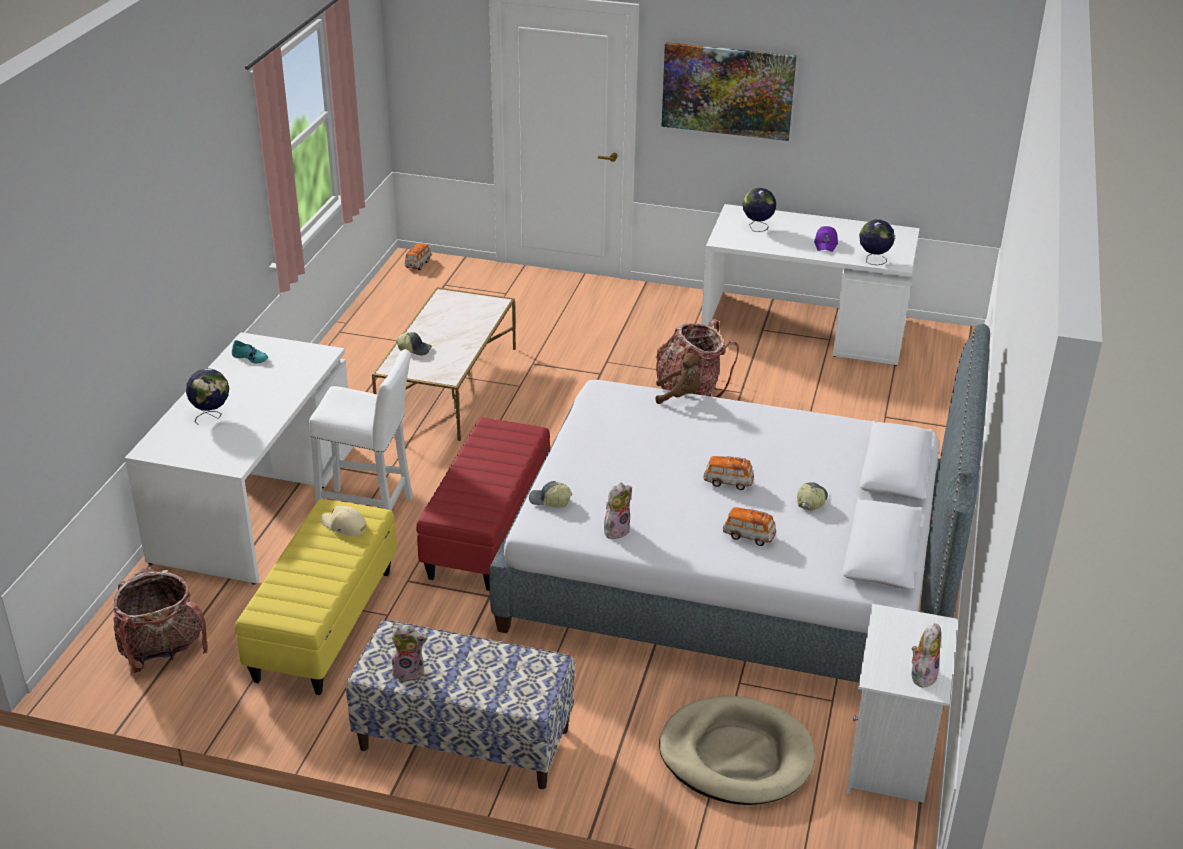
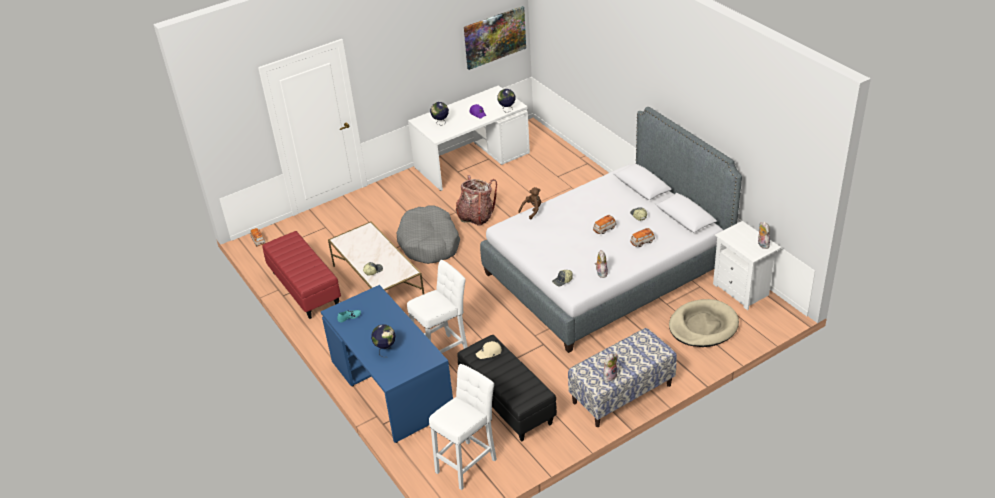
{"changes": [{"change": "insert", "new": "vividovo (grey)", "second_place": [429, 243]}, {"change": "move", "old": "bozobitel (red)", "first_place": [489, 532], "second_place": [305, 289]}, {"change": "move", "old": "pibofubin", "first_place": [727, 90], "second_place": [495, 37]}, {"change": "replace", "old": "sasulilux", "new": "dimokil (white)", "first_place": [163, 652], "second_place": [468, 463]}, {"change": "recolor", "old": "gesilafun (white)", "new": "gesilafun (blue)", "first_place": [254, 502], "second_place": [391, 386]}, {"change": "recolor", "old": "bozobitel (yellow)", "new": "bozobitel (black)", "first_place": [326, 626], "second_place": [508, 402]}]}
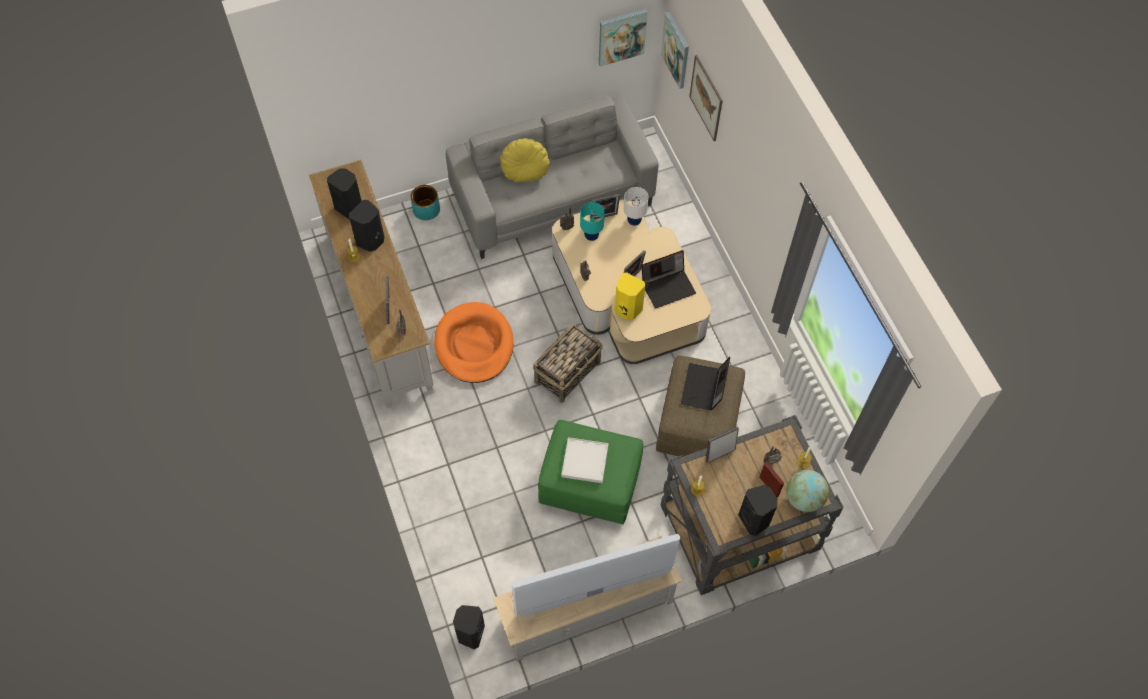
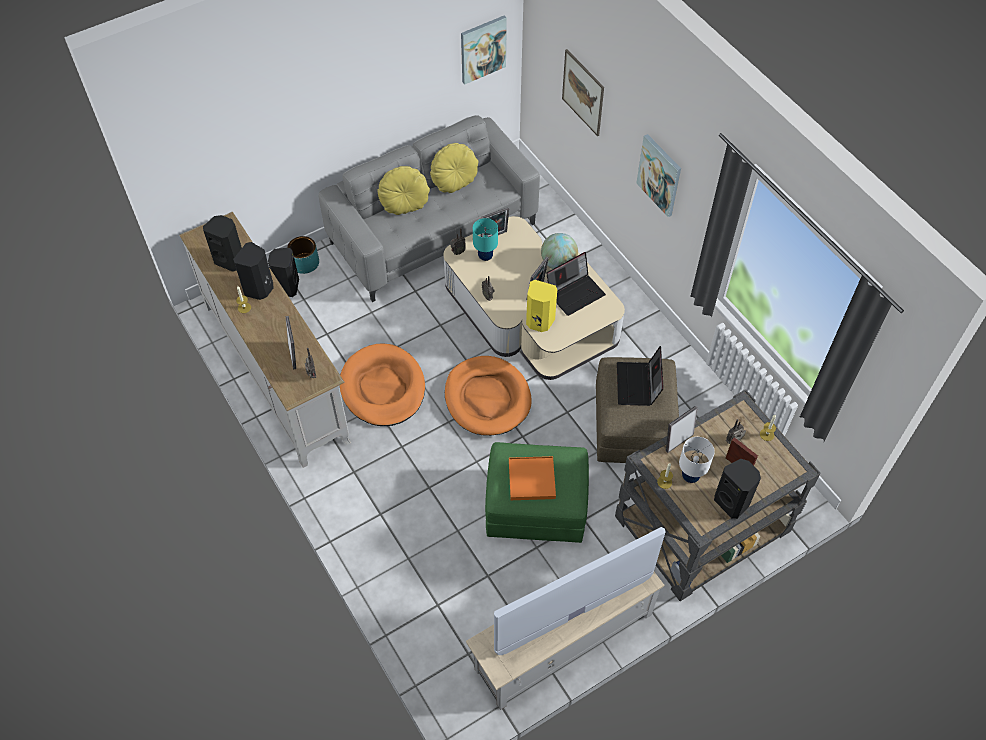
{"changes": [{"change": "insert", "new": "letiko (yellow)", "second_place": [454, 183]}, {"change": "move", "old": "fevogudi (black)", "first_place": [470, 633], "second_place": [287, 287]}, {"change": "move", "old": "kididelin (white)", "first_place": [633, 221], "second_place": [689, 477]}, {"change": "move", "old": "pibofubin", "first_place": [676, 50], "second_place": [659, 175]}, {"change": "move", "old": "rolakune", "first_place": [803, 498], "second_place": [558, 263]}, {"change": "replace", "old": "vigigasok", "new": "vividovo (orange)", "first_place": [568, 371], "second_place": [487, 398]}, {"change": "recolor", "old": "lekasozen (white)", "new": "lekasozen (orange)", "first_place": [584, 461], "second_place": [531, 479]}]}
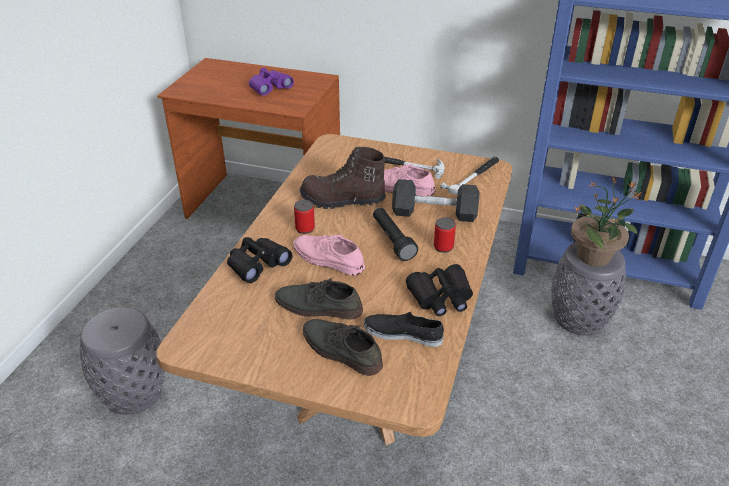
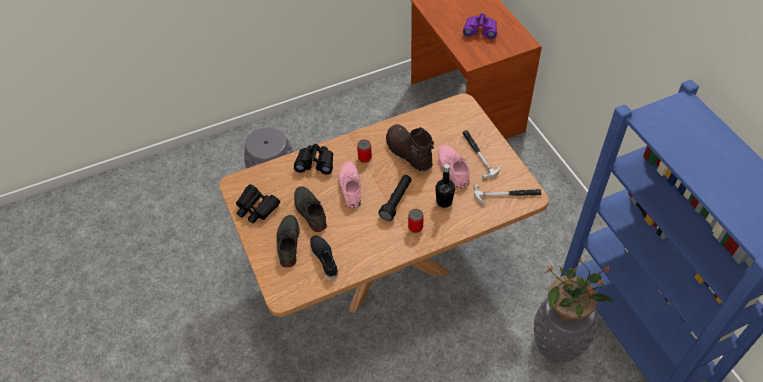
{"changes": [{"change": "move", "old": "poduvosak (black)", "first_place": [440, 297], "second_place": [256, 208]}, {"change": "replace", "old": "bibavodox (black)", "new": "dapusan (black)", "first_place": [434, 213], "second_place": [444, 201]}]}
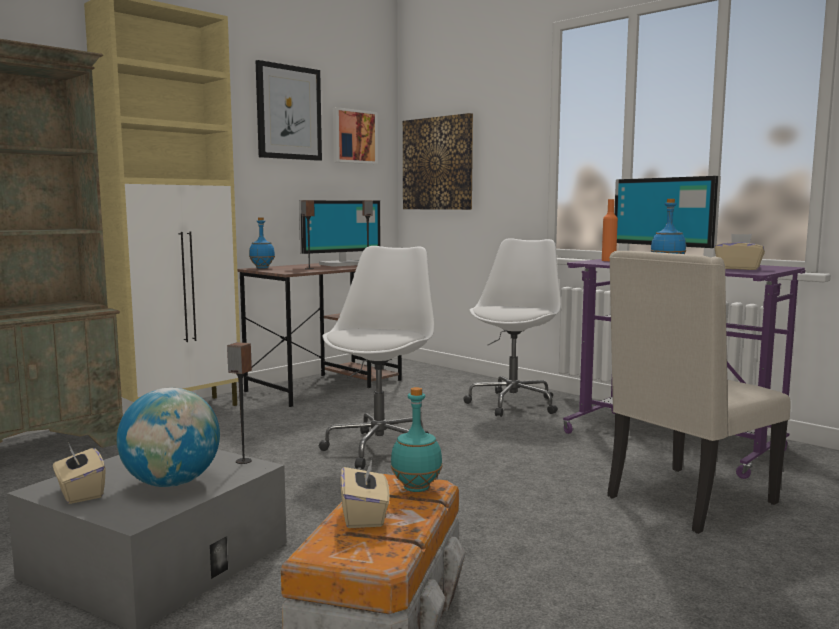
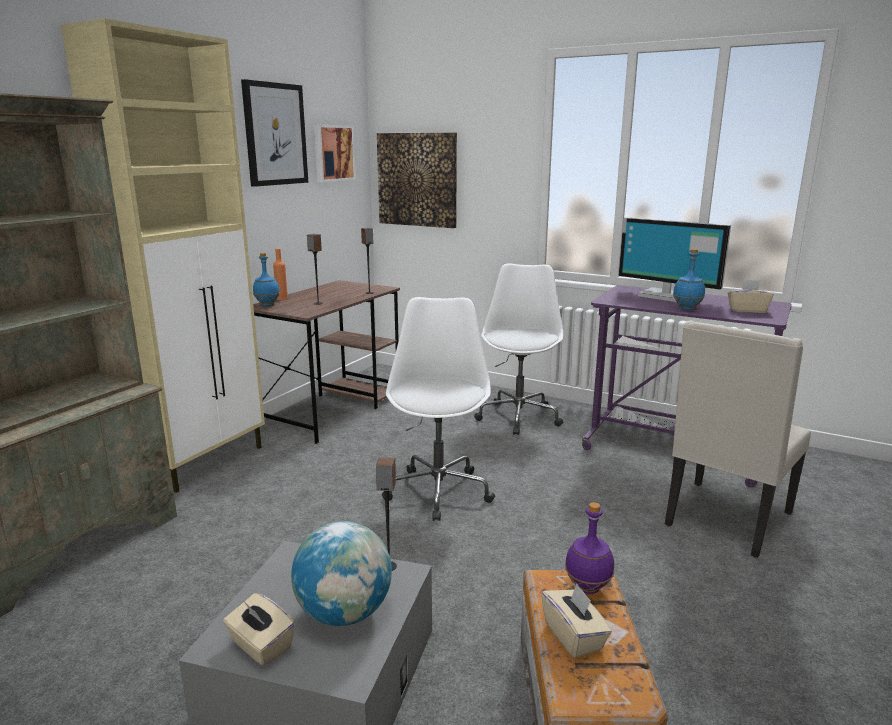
{"changes": [{"change": "delete", "old": "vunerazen", "first_place": [341, 264]}, {"change": "move", "old": "dapusan (orange)", "first_place": [608, 260], "second_place": [282, 298]}, {"change": "recolor", "old": "dapusan (turquoise)", "new": "dapusan (purple)", "first_place": [415, 488], "second_place": [587, 587]}]}
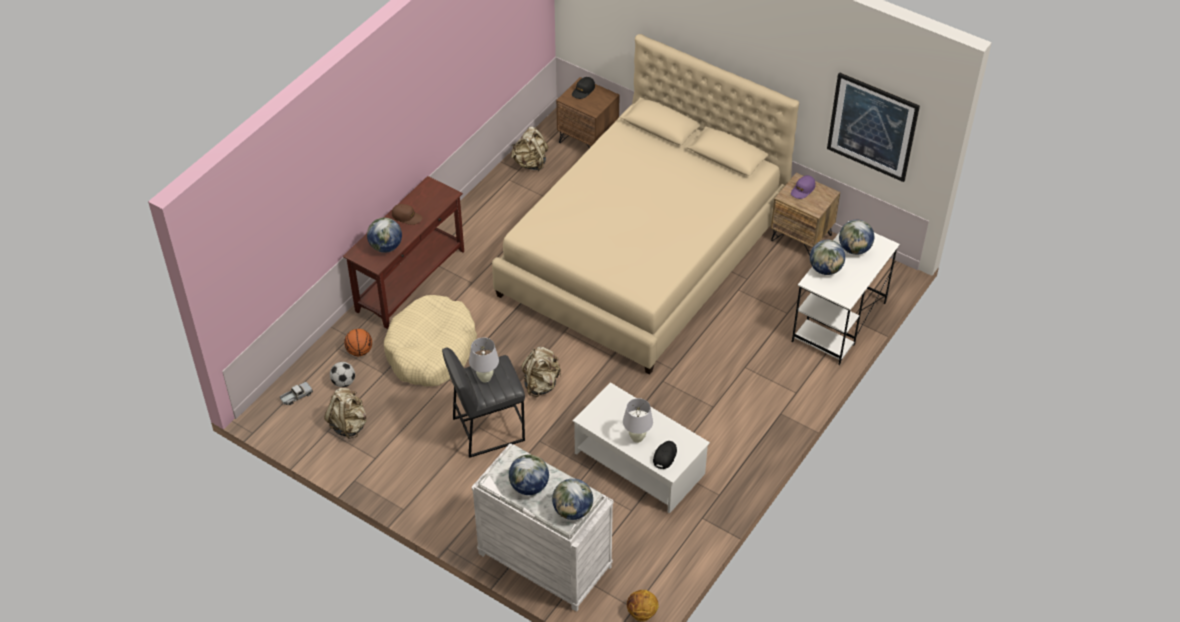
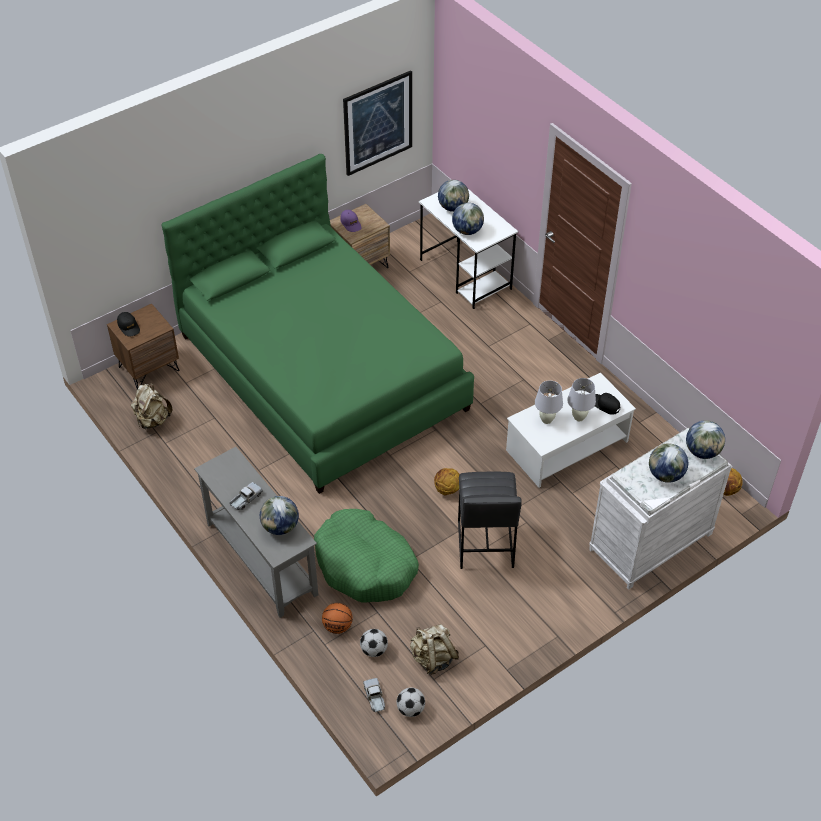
{"changes": [{"change": "insert", "new": "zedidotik", "second_place": [410, 709]}, {"change": "move", "old": "kididelin (white)", "first_place": [485, 378], "second_place": [546, 420]}, {"change": "replace", "old": "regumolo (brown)", "new": "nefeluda", "first_place": [407, 217], "second_place": [246, 499]}, {"change": "replace", "old": "sasulilux (beige)", "new": "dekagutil", "first_place": [541, 384], "second_place": [447, 489]}, {"change": "recolor", "old": "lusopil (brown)", "new": "lusopil (grey)", "first_place": [410, 280], "second_place": [261, 559]}, {"change": "recolor", "old": "vividovo (beige)", "new": "vividovo (green)", "first_place": [431, 350], "second_place": [365, 565]}, {"change": "recolor", "old": "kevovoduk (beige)", "new": "kevovoduk (green)", "first_place": [644, 254], "second_place": [322, 372]}]}
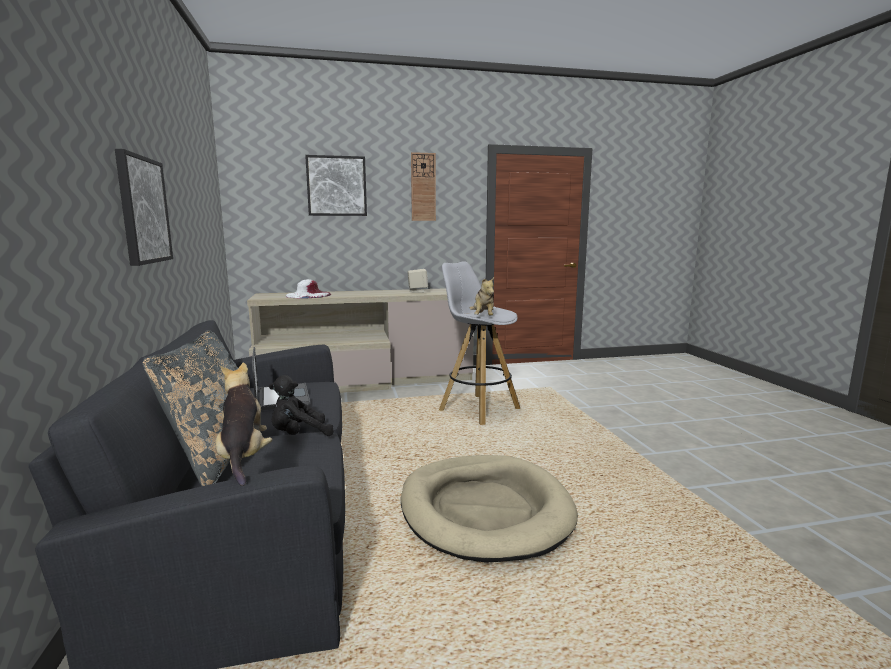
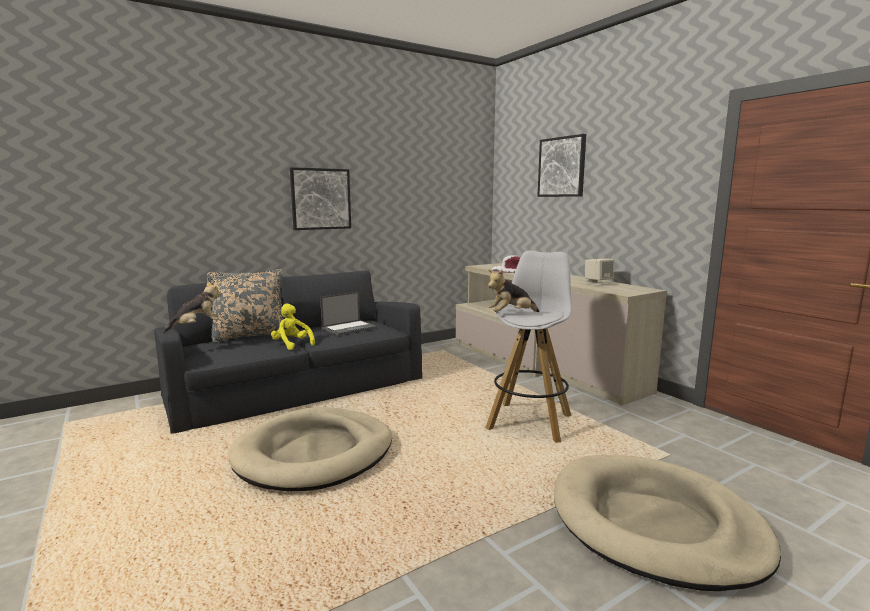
{"changes": [{"change": "delete", "old": "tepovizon", "first_place": [423, 187]}, {"change": "insert", "new": "vividovo (beige)", "second_place": [655, 524]}, {"change": "recolor", "old": "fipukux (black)", "new": "fipukux (yellow)", "first_place": [299, 435], "second_place": [292, 345]}]}
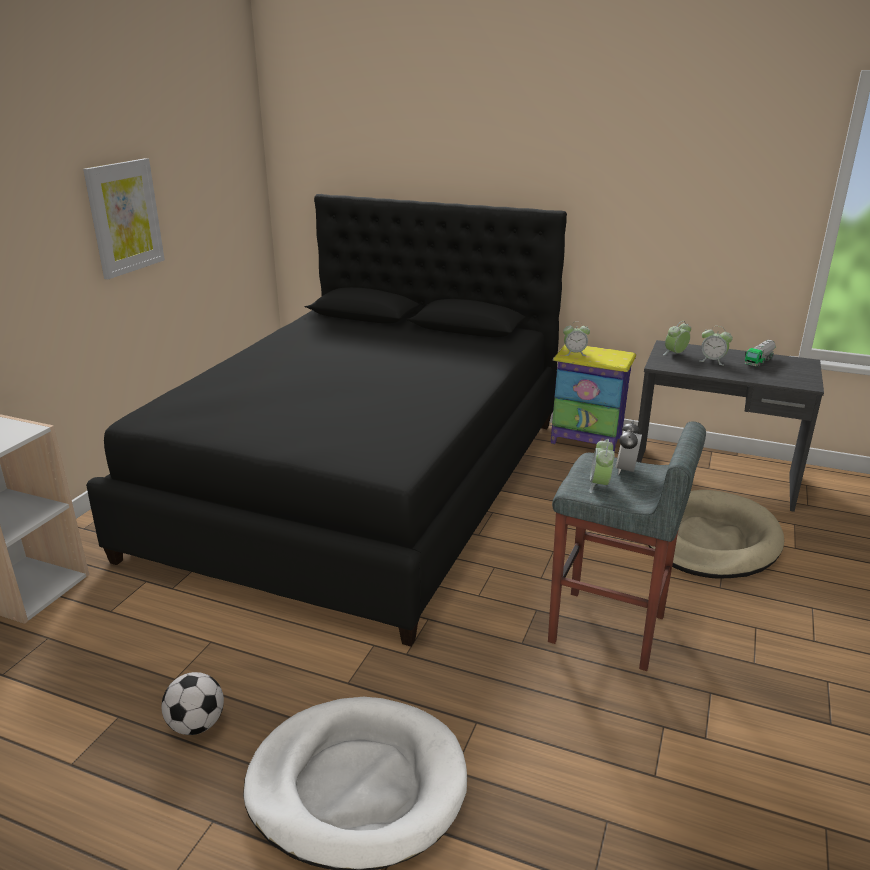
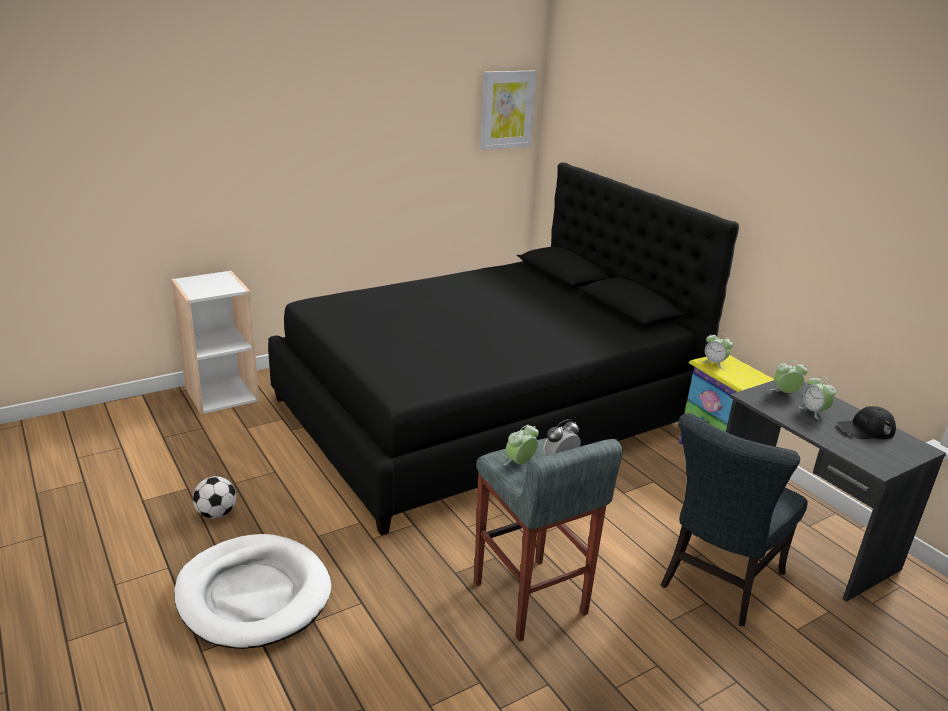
{"changes": [{"change": "move", "old": "pibofubin", "first_place": [124, 217], "second_place": [507, 109]}, {"change": "replace", "old": "vividovo (beige)", "new": "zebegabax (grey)", "first_place": [710, 540], "second_place": [717, 582]}, {"change": "replace", "old": "nefeluda", "new": "regumolo (black)", "first_place": [758, 361], "second_place": [865, 429]}]}
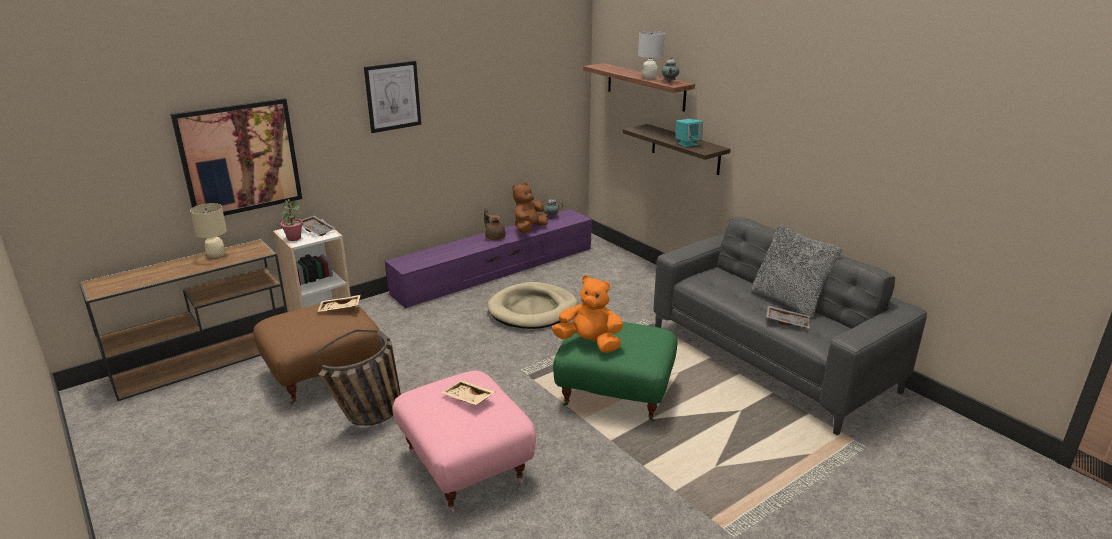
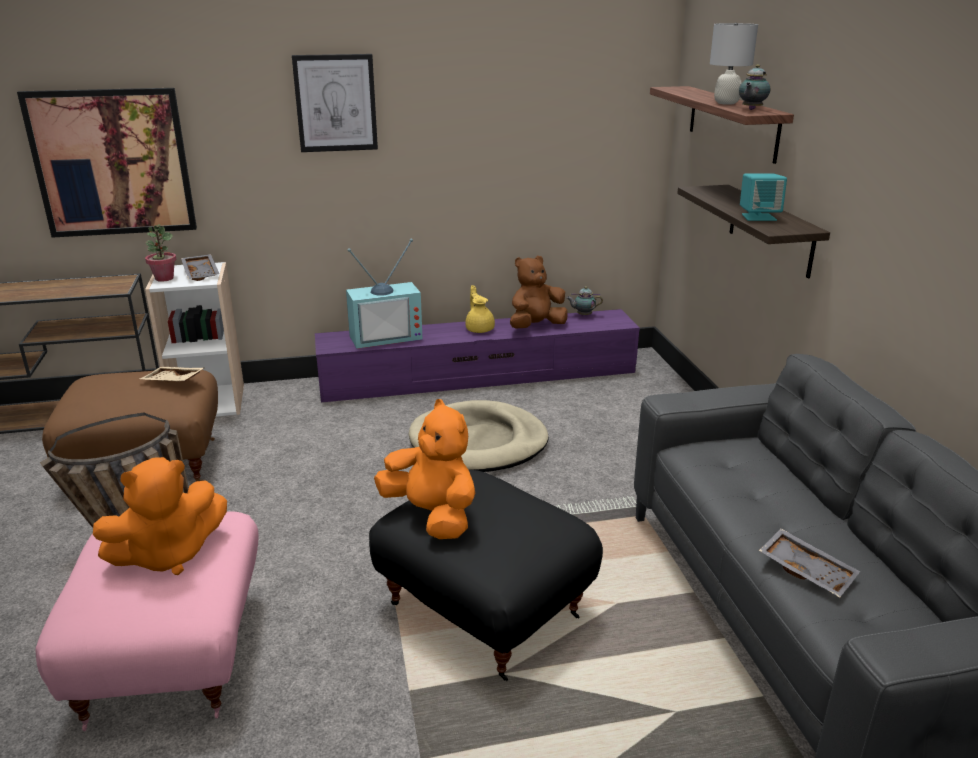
{"changes": [{"change": "delete", "old": "kididelin (beige)", "first_place": [216, 255]}, {"change": "delete", "old": "letiko (grey)", "first_place": [789, 299]}, {"change": "insert", "new": "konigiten", "second_place": [386, 336]}, {"change": "replace", "old": "lekasozen (beige)", "new": "fipukux (orange)", "first_place": [467, 398], "second_place": [168, 555]}, {"change": "recolor", "old": "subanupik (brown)", "new": "subanupik (yellow)", "first_place": [495, 237], "second_place": [479, 329]}, {"change": "recolor", "old": "bozobitel (green)", "new": "bozobitel (black)", "first_place": [615, 393], "second_place": [486, 609]}]}
